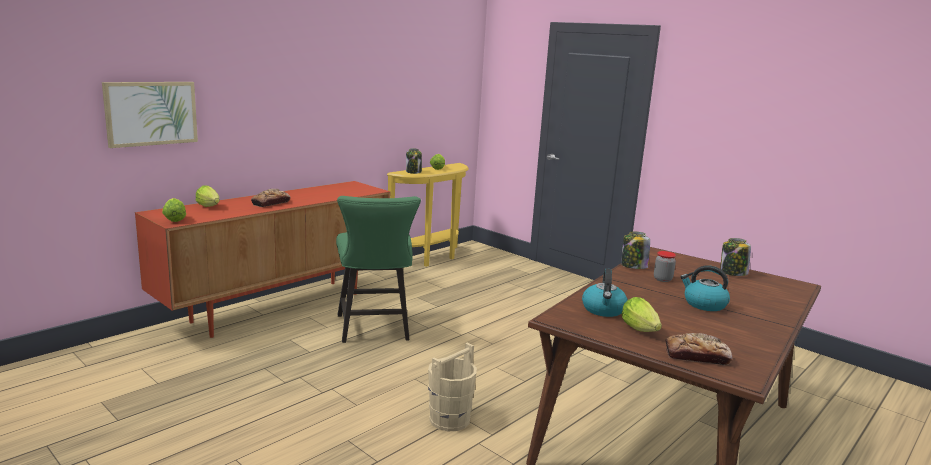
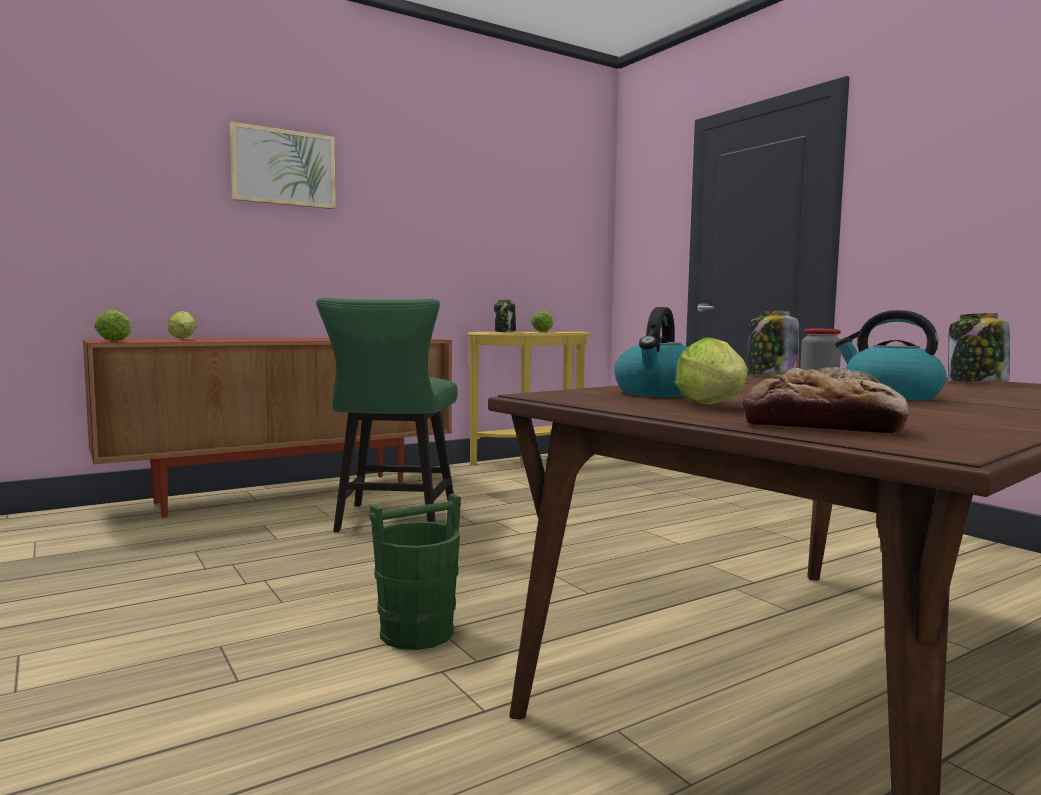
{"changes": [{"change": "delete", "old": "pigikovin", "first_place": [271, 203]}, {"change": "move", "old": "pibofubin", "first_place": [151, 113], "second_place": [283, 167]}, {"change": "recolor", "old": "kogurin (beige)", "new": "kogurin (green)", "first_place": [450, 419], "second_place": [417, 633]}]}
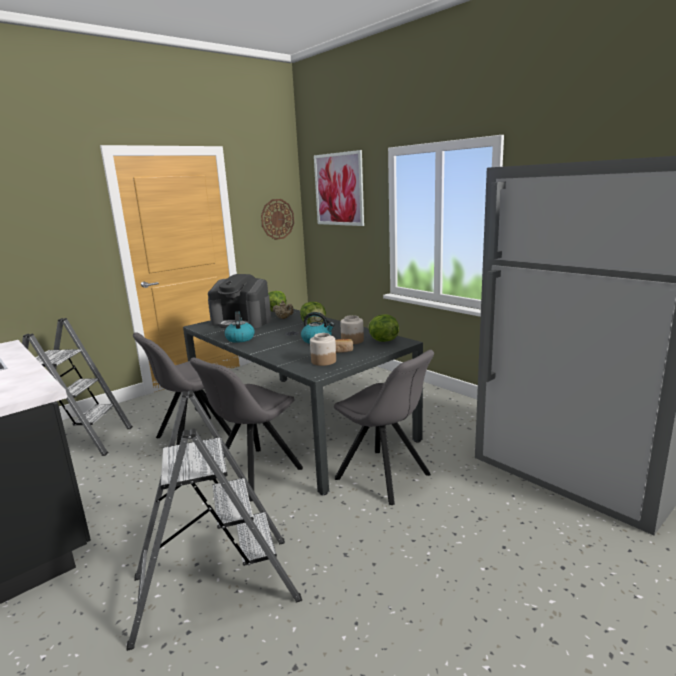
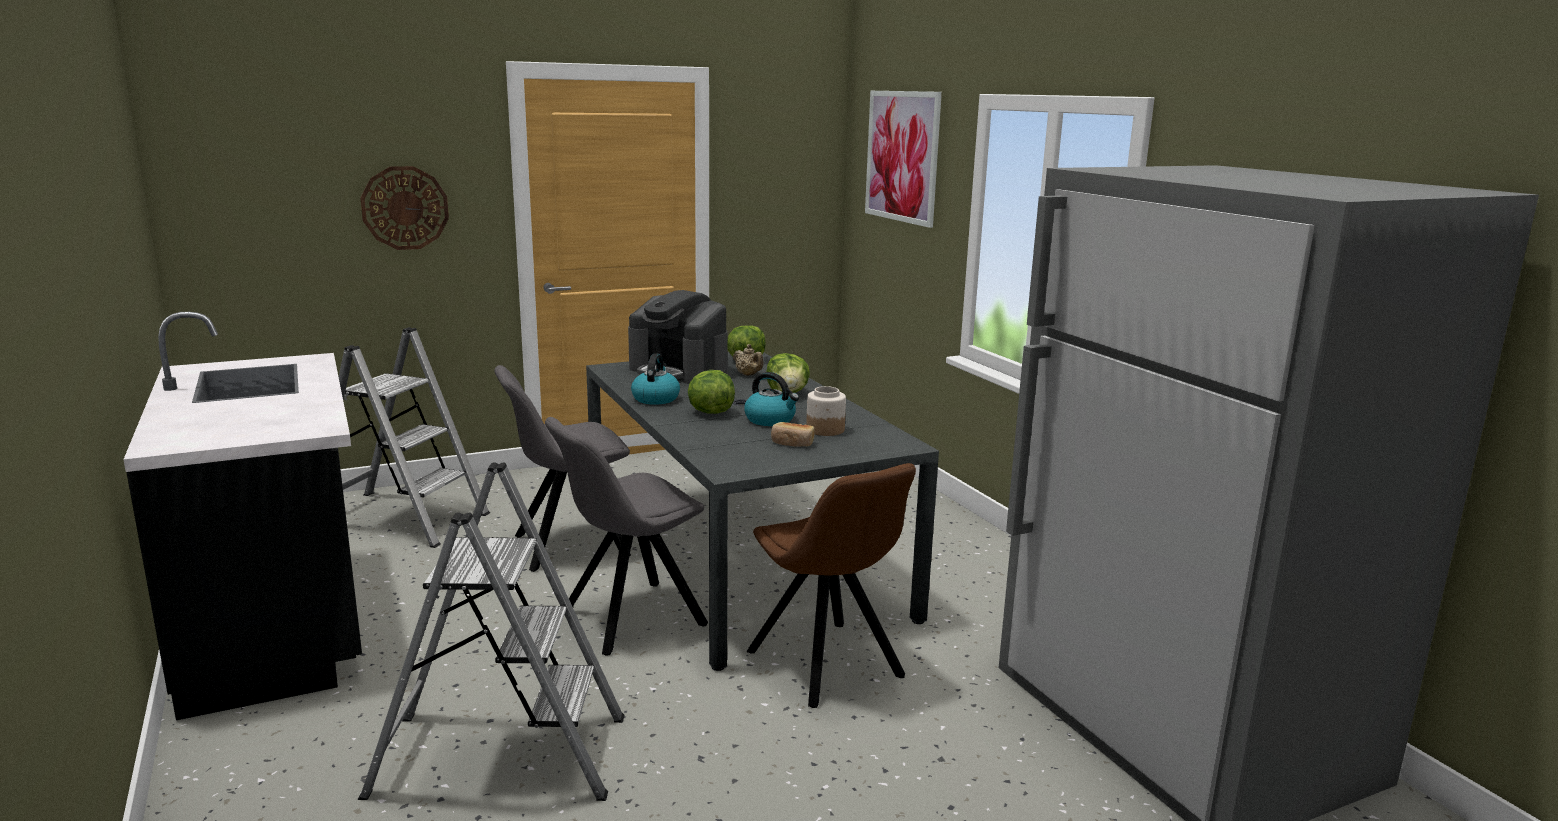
{"changes": [{"change": "delete", "old": "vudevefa", "first_place": [323, 361]}, {"change": "move", "old": "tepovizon", "first_place": [277, 219], "second_place": [405, 208]}, {"change": "move", "old": "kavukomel", "first_place": [382, 341], "second_place": [710, 412]}, {"change": "recolor", "old": "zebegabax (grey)", "new": "zebegabax (brown)", "first_place": [383, 476], "second_place": [826, 664]}]}
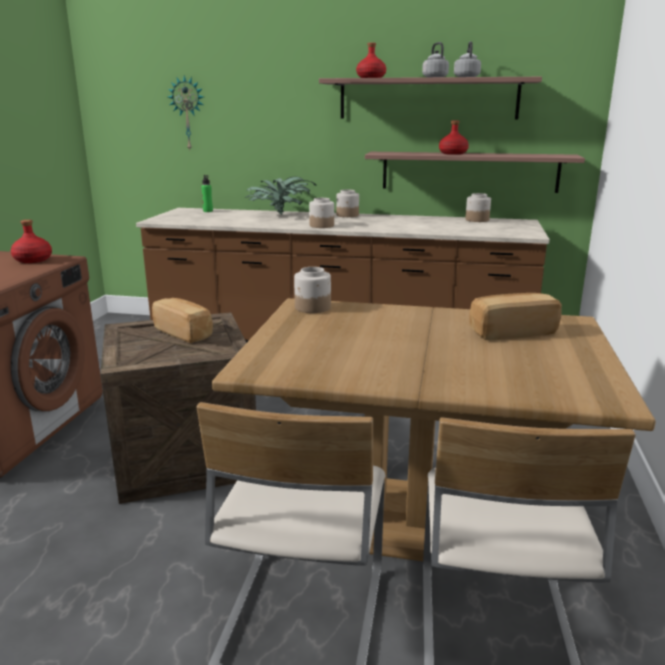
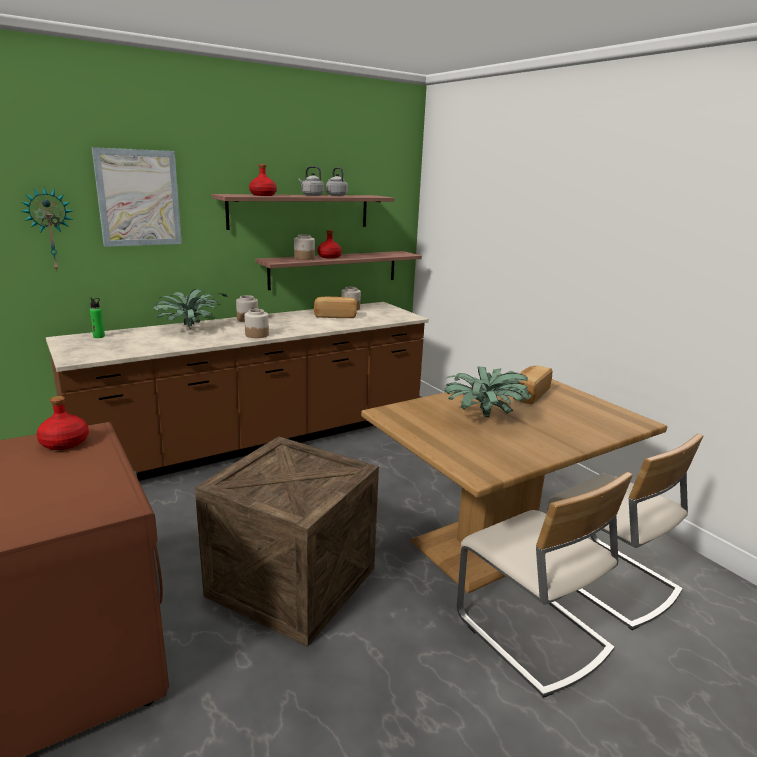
{"changes": [{"change": "insert", "new": "pibofubin", "second_place": [138, 198]}, {"change": "insert", "new": "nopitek", "second_place": [483, 418]}, {"change": "move", "old": "pigikovin", "first_place": [184, 333], "second_place": [335, 316]}, {"change": "move", "old": "vudevefa", "first_place": [312, 307], "second_place": [304, 258]}]}
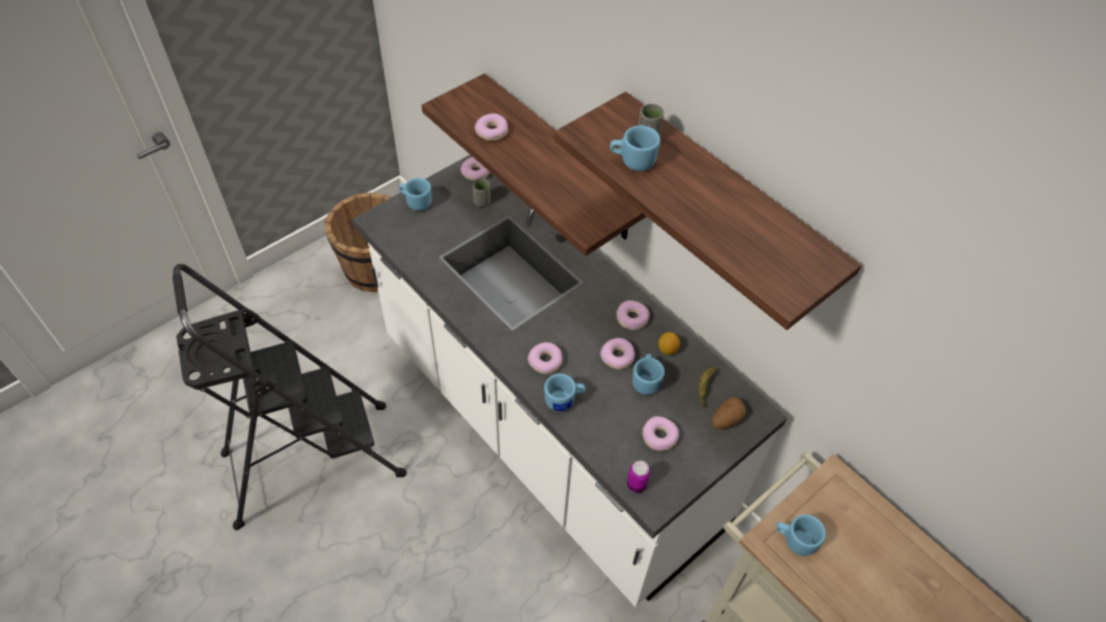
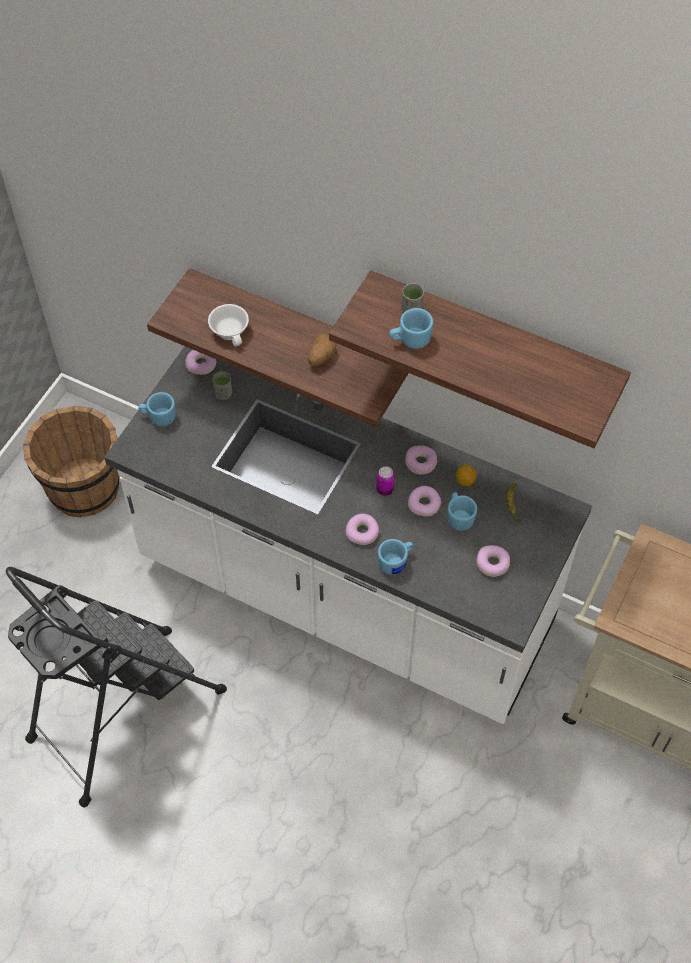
{"changes": [{"change": "delete", "old": "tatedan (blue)", "first_place": [794, 540]}, {"change": "move", "old": "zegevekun", "first_place": [636, 485], "second_place": [385, 490]}, {"change": "move", "old": "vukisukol", "first_place": [725, 420], "second_place": [321, 357]}, {"change": "replace", "old": "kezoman", "new": "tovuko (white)", "first_place": [492, 132], "second_place": [231, 331]}]}
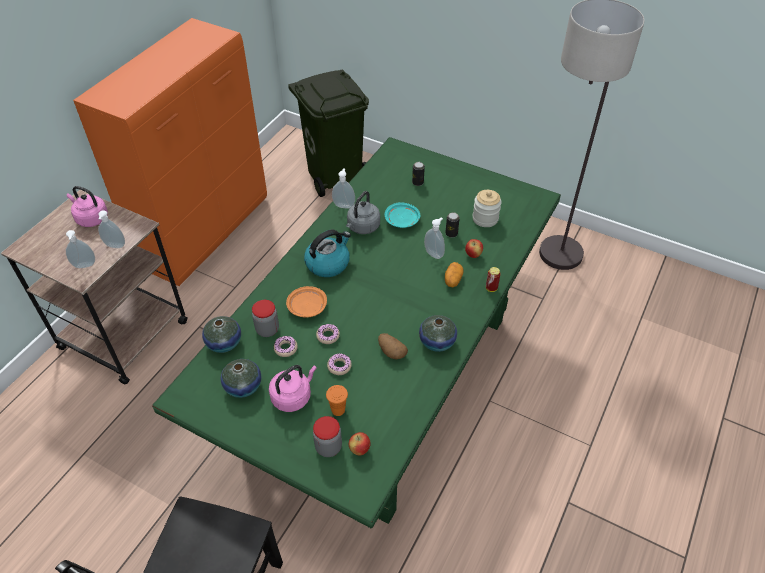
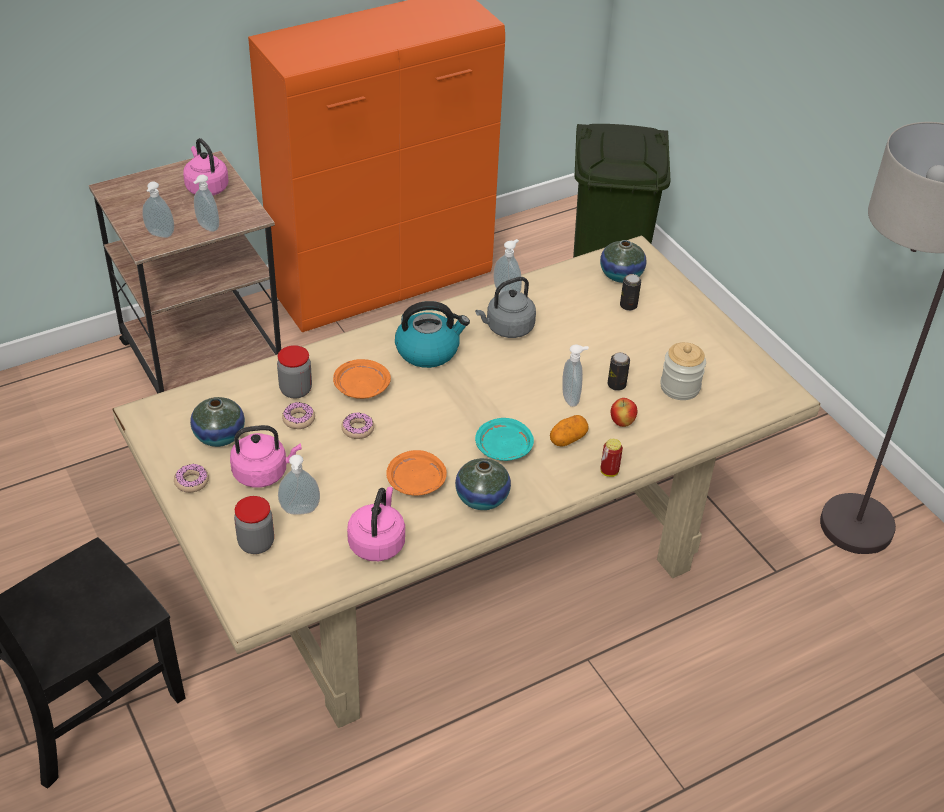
{"changes": [{"change": "delete", "old": "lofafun", "first_place": [359, 450]}, {"change": "insert", "new": "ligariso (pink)", "second_place": [377, 542]}, {"change": "move", "old": "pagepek", "first_place": [224, 343], "second_place": [621, 275]}, {"change": "move", "old": "kezoman", "first_place": [339, 366], "second_place": [191, 482]}, {"change": "move", "old": "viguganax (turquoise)", "first_place": [402, 220], "second_place": [503, 448]}, {"change": "replace", "old": "tovuko (orange)", "new": "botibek", "first_place": [338, 410], "second_place": [300, 512]}, {"change": "replace", "old": "vukisukol", "new": "viguganax (orange)", "first_place": [391, 351], "second_place": [416, 481]}, {"change": "recolor", "old": "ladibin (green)", "new": "ladibin (beige)", "first_place": [381, 378], "second_place": [465, 559]}]}
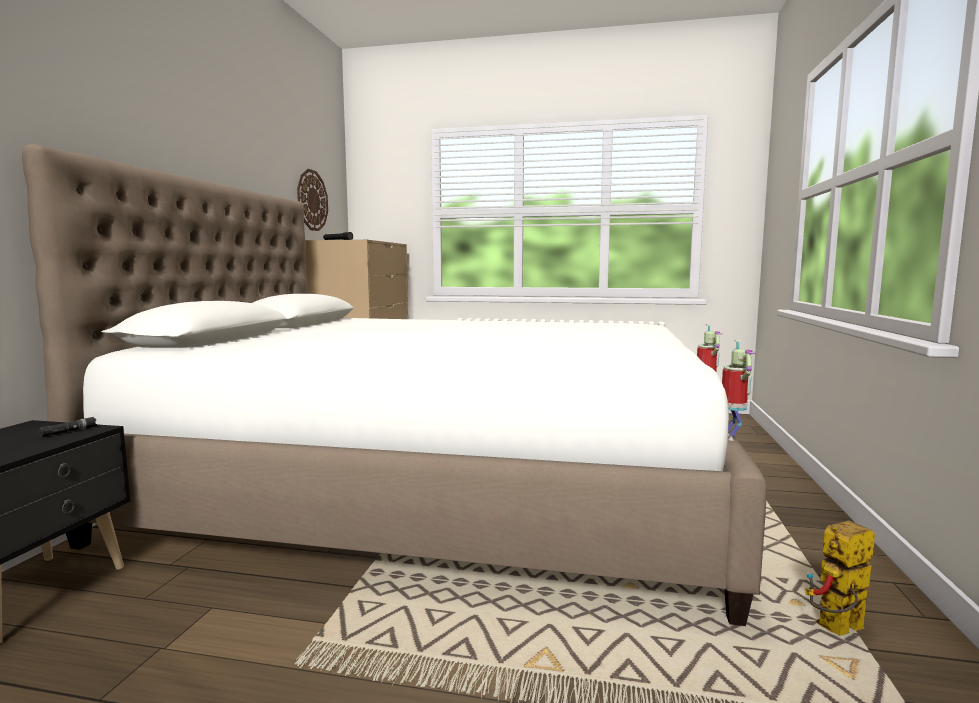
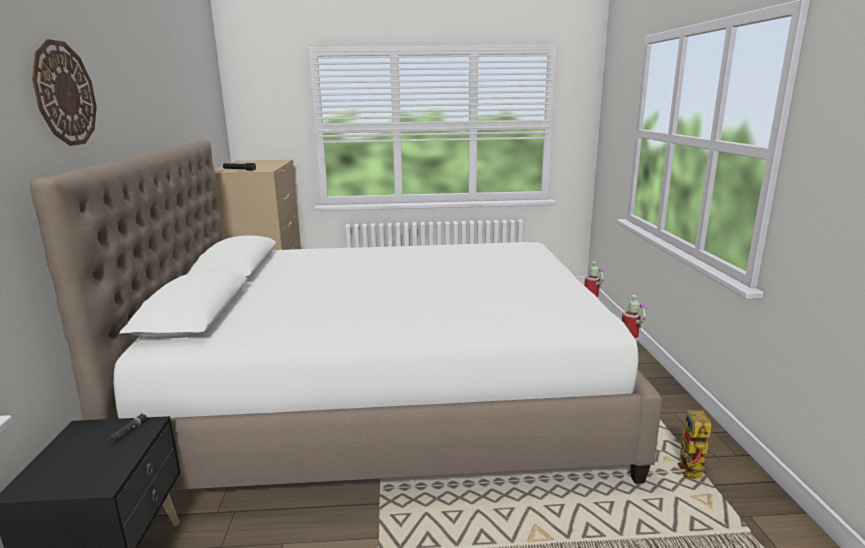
{"changes": [{"change": "move", "old": "tepovizon", "first_place": [312, 200], "second_place": [64, 94]}, {"change": "rotate", "old": "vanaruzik", "first_place": [836, 631], "second_place": [694, 476], "degrees": -45}]}
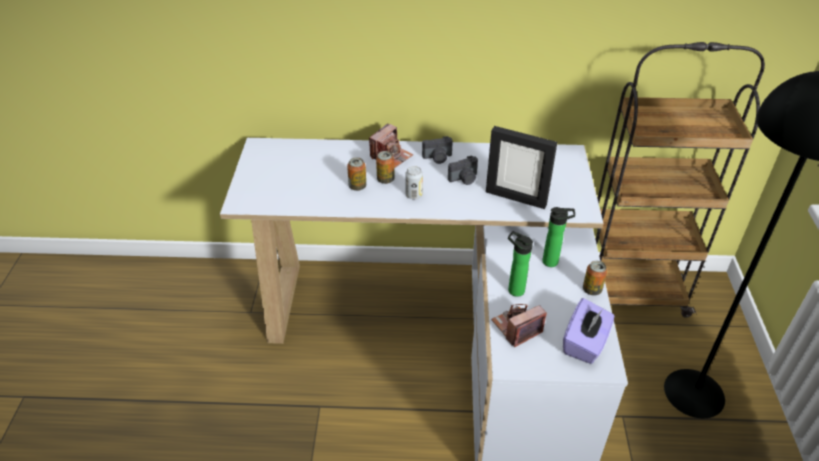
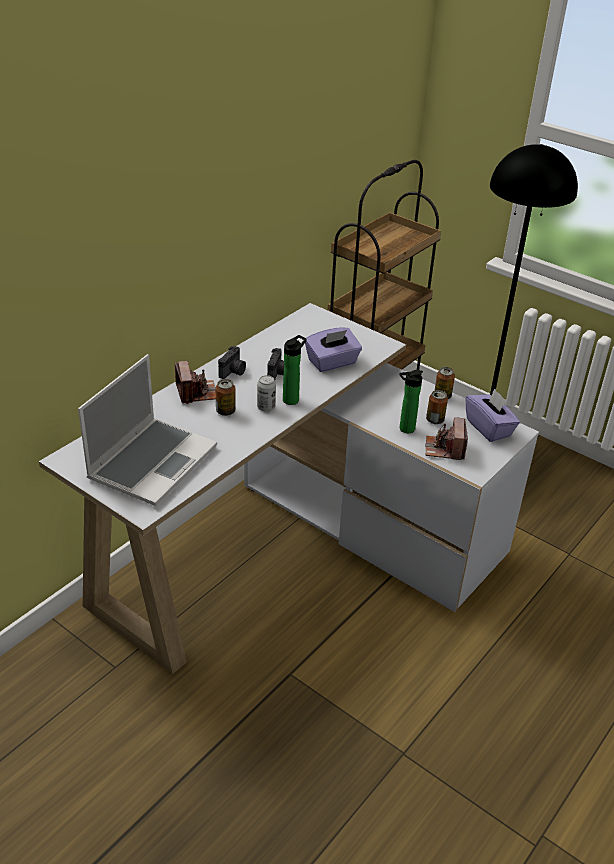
{"changes": [{"change": "insert", "new": "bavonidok", "second_place": [152, 462]}, {"change": "move", "old": "zegevekun", "first_place": [357, 186], "second_place": [435, 420]}, {"change": "move", "old": "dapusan", "first_place": [553, 262], "second_place": [292, 399]}, {"change": "replace", "old": "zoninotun", "new": "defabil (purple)", "first_place": [516, 197], "second_place": [332, 362]}]}
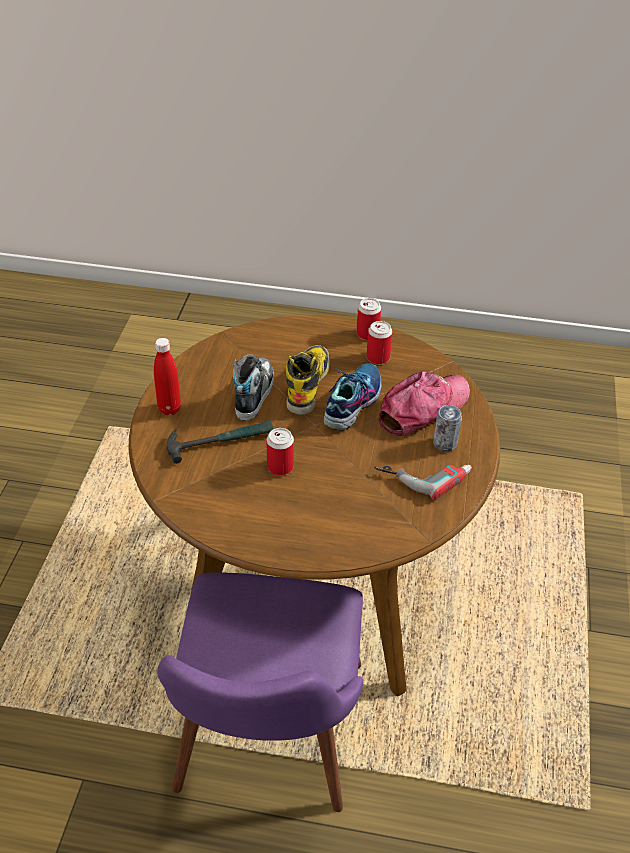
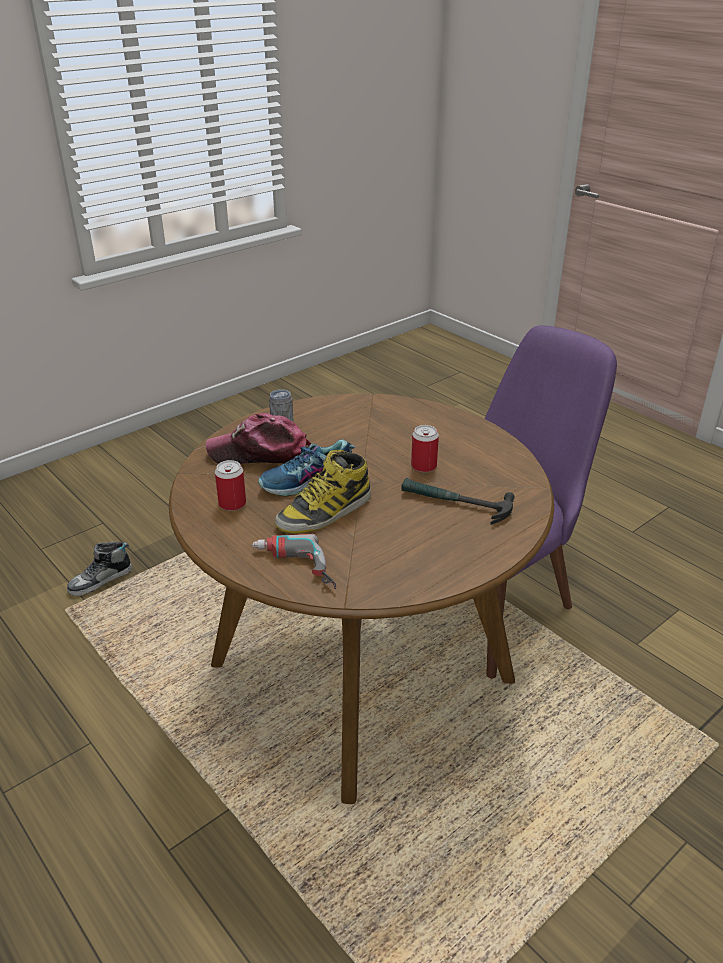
{"changes": [{"change": "delete", "old": "dapusan (red)", "first_place": [169, 409]}, {"change": "delete", "old": "zegevekun", "first_place": [367, 334]}, {"change": "move", "old": "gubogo", "first_place": [253, 392], "second_place": [101, 580]}, {"change": "move", "old": "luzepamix", "first_place": [423, 473], "second_place": [293, 569]}]}
